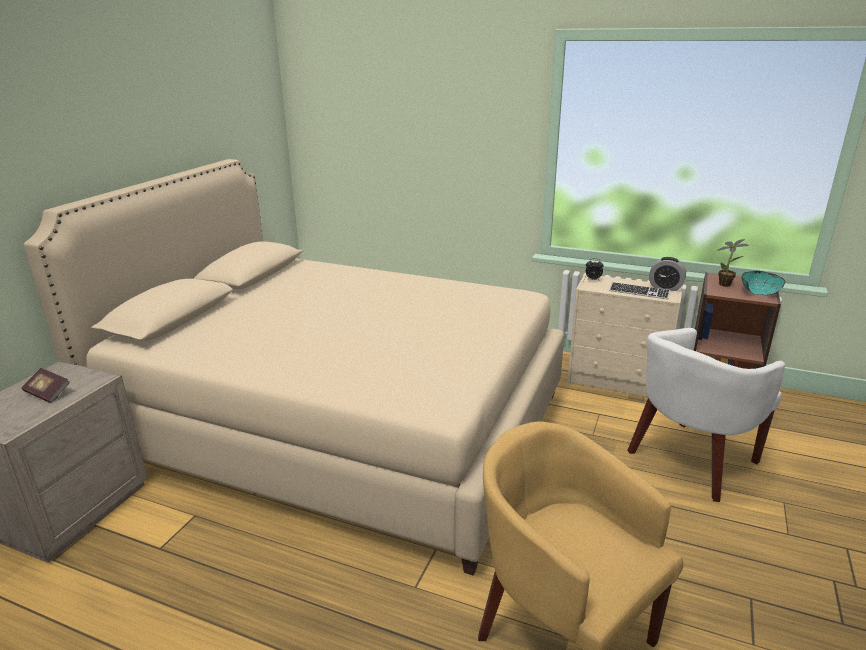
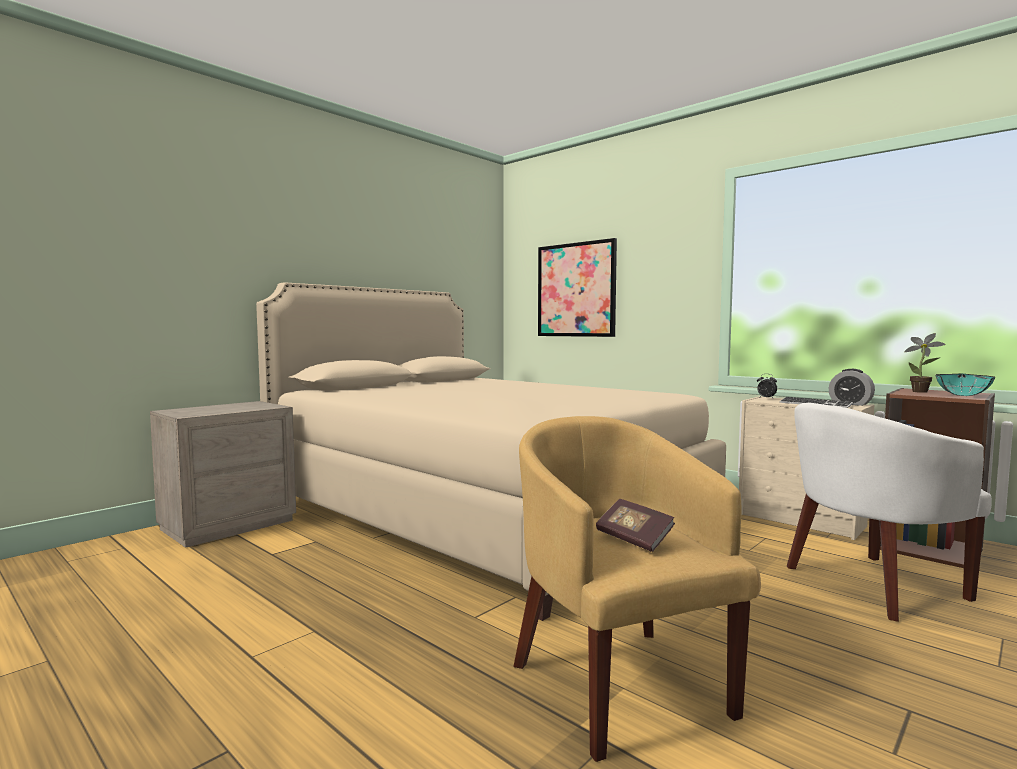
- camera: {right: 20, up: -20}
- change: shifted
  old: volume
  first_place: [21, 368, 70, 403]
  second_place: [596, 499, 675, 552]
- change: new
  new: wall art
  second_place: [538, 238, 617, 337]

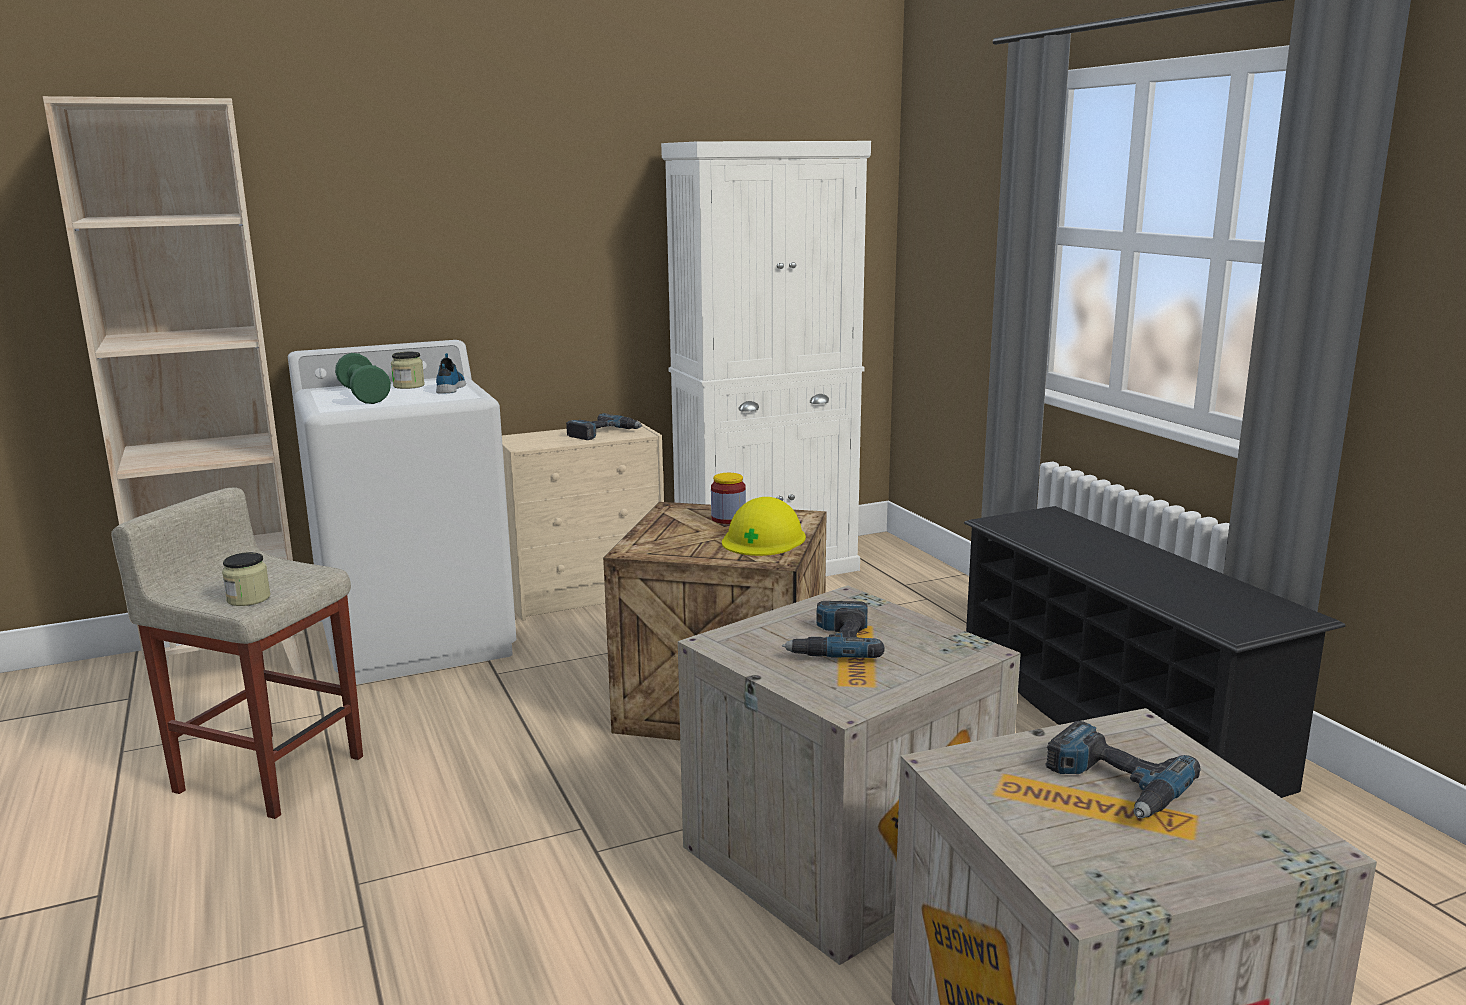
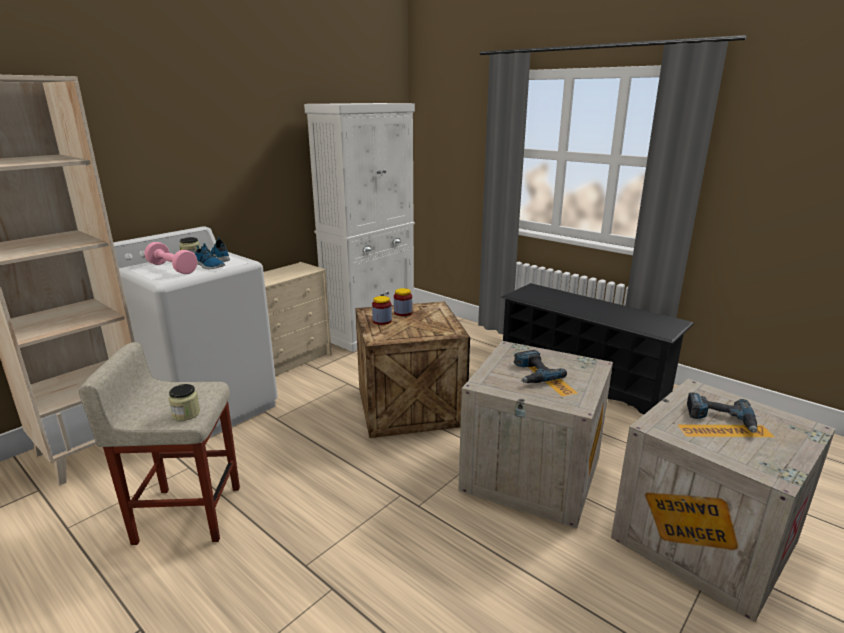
- camera: {right: -25, up: 5}
- change: repainted
  old: greenish hand weight
  new: pink hand weight
  first_place: [335, 353, 391, 404]
  second_place: [145, 242, 198, 274]
- change: gone
  old: power drill
  first_place: [566, 413, 642, 440]
- change: gone
  old: yellowish work helmet
  first_place: [722, 497, 806, 556]
- change: new
  new: shoe
  second_place: [195, 243, 225, 269]
- change: new
  new: jar
  second_place: [372, 296, 392, 325]

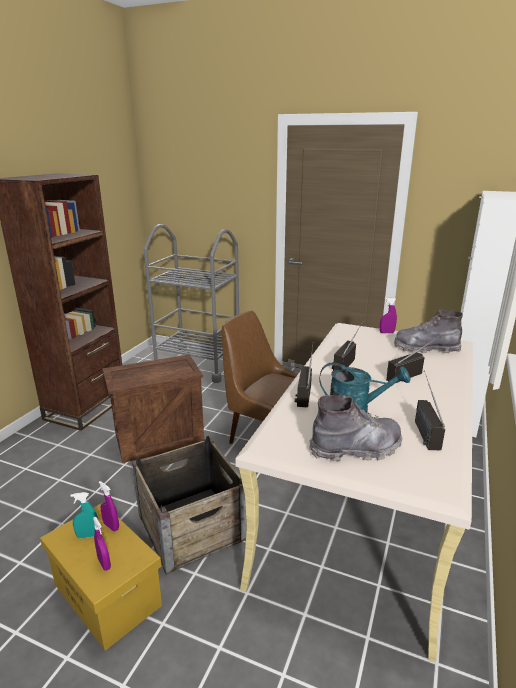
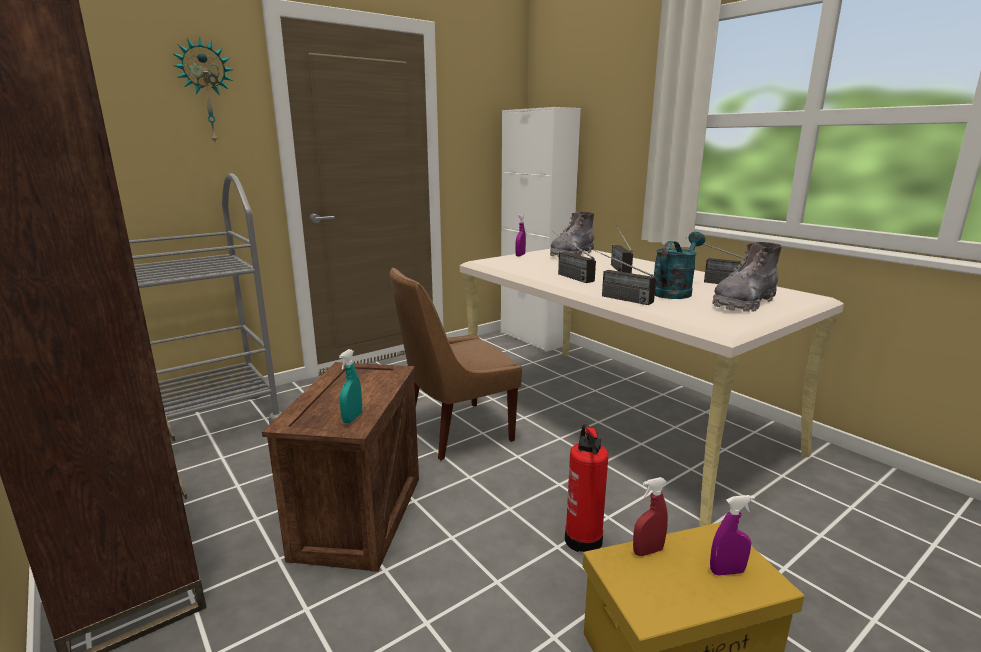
- camera: {right: -60, up: -5}
- change: shifted
  old: blue-green hand sprayer
  first_place: [71, 492, 98, 539]
  second_place: [339, 349, 362, 423]
- change: repainted
  old: purplish hand sprayer
  new: red-coloured hand sprayer
  first_place: [99, 481, 119, 531]
  second_place: [633, 477, 668, 556]
- change: swapped
  old: packing crate
  new: fire extinguisher
  first_place: [132, 436, 247, 575]
  second_place: [565, 424, 608, 552]
- change: rotated
  old: gray tall boot
  first_place: [309, 395, 402, 461]
  second_place: [712, 242, 782, 312]
  degrees: -150
- change: new
  new: wall clock
  second_place: [173, 36, 233, 145]

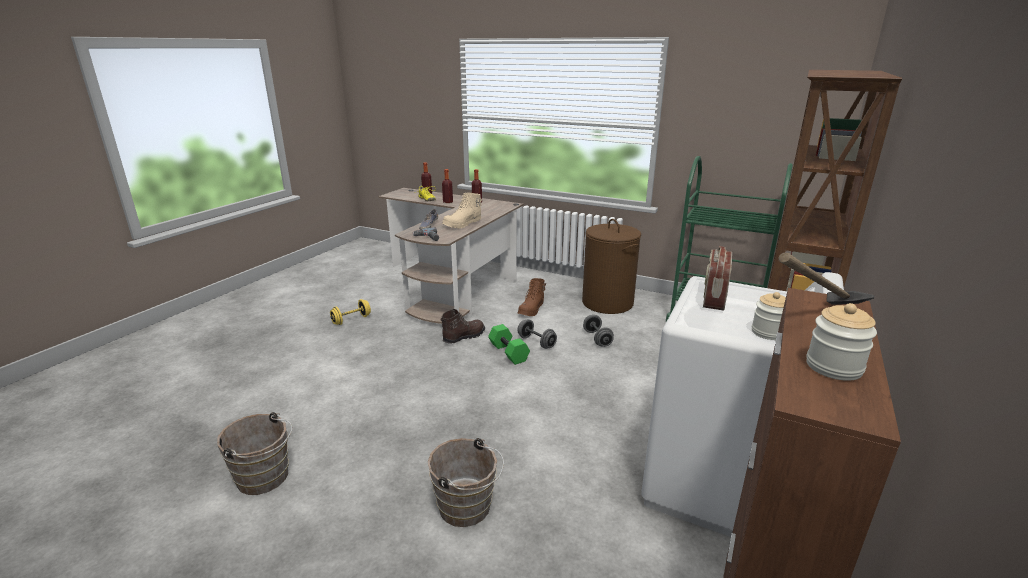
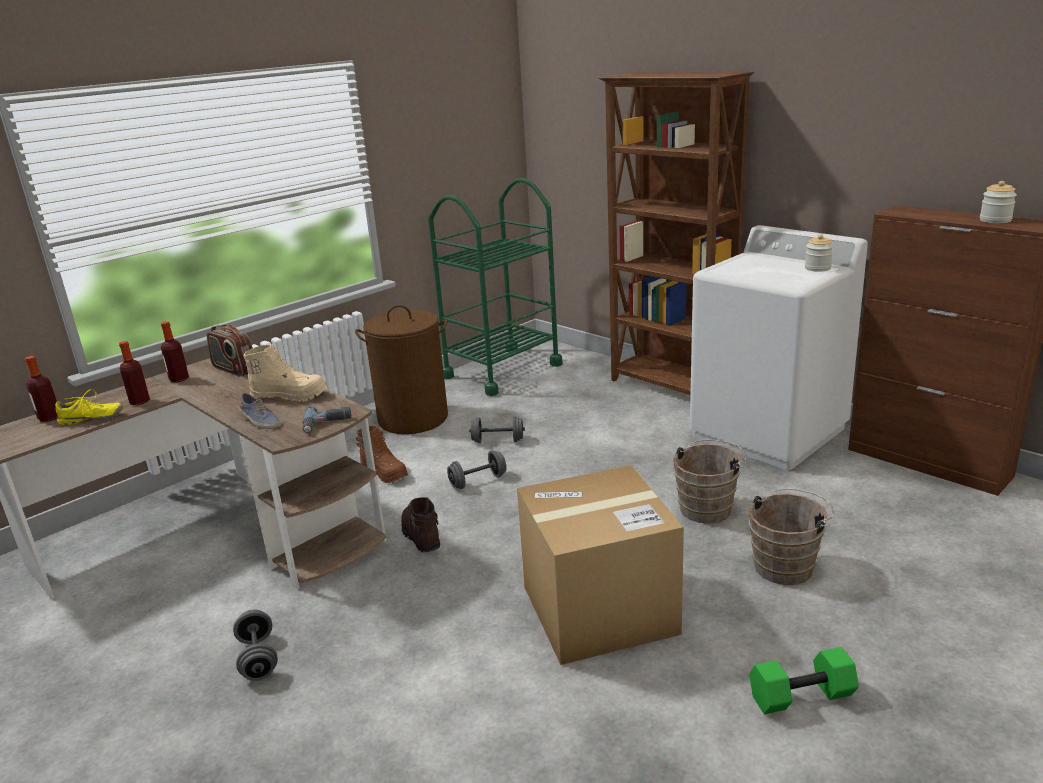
- camera: {right: -70, up: 0}
- change: shifted
  old: brownish bucket
  first_place: [217, 412, 293, 495]
  second_place: [673, 440, 746, 524]
- change: repainted
  old: yellowish hand weight
  new: gray hand weight
  first_place: [330, 299, 371, 325]
  second_place: [233, 609, 278, 681]
- change: rotated
  old: sand-coloured tall boot
  first_place: [442, 193, 482, 229]
  second_place: [244, 344, 327, 402]
  degrees: -60
- change: shifted
  old: greenish hand weight
  first_place: [488, 324, 530, 365]
  second_place: [749, 647, 859, 714]
- change: shifted
  old: radio receiver
  first_place: [703, 246, 732, 310]
  second_place: [207, 324, 253, 377]
- change: gone
  old: hammer
  first_place: [778, 253, 874, 305]
- change: new
  new: packing box
  second_place: [517, 465, 684, 665]

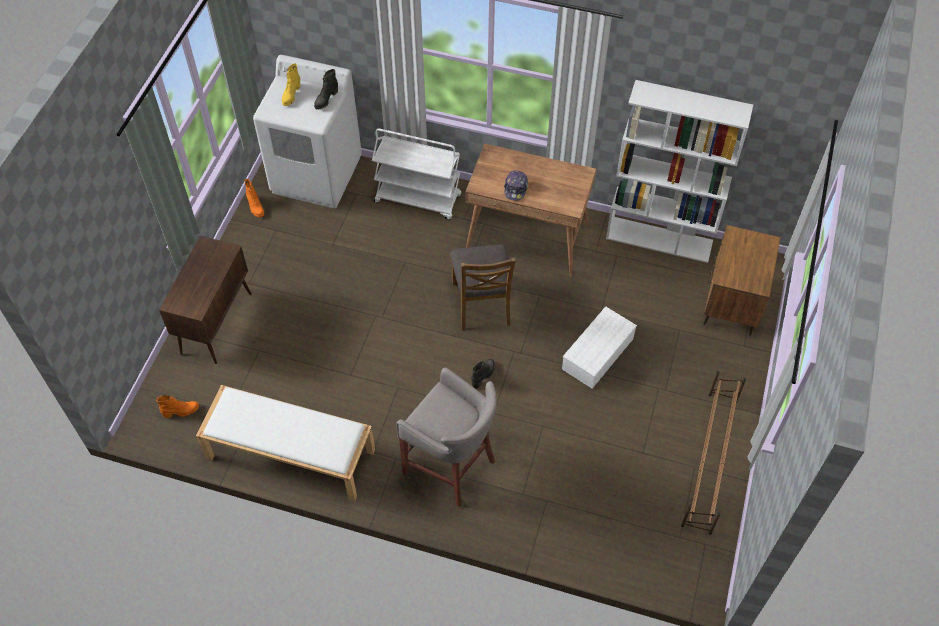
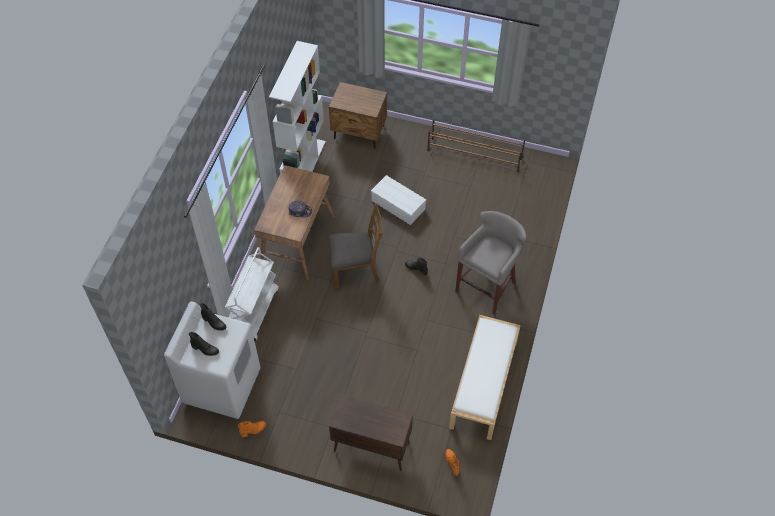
- camera: {right: -90, up: 0}
- change: repainted
  old: yellowish tall boot
  new: black-coloured tall boot
  first_place: [282, 63, 300, 106]
  second_place: [189, 332, 219, 356]

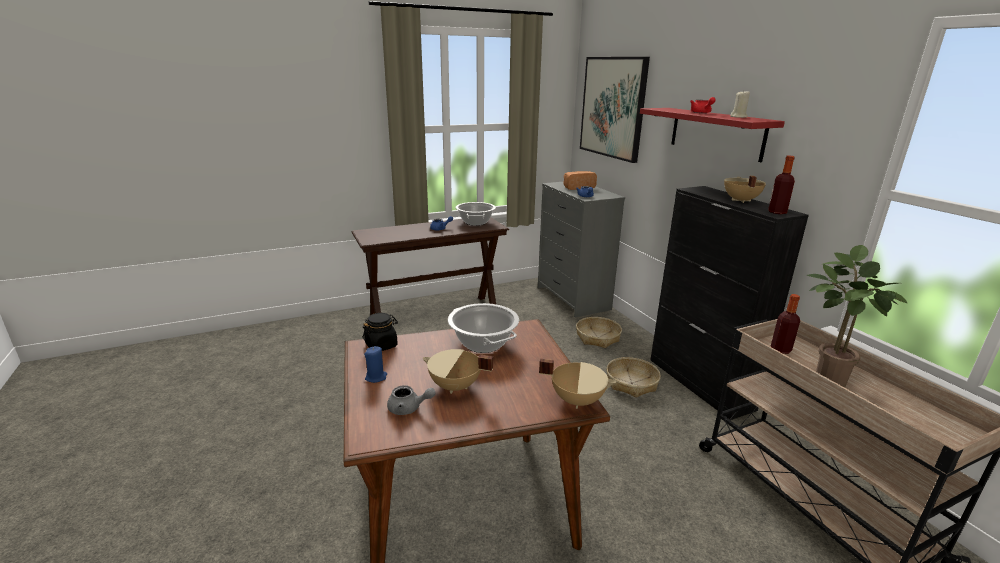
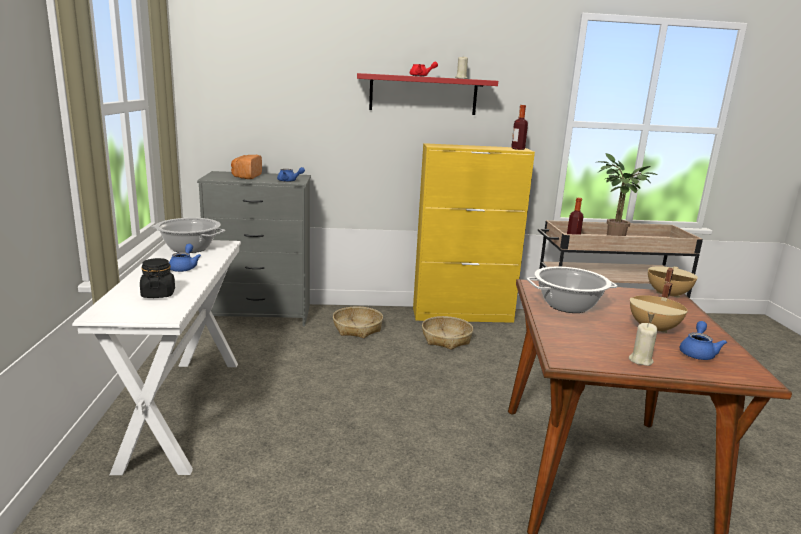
- camera: {right: -70, up: -5}
- change: repainted
  old: brownish console table
  new: white-coloured console table
  first_place: [352, 217, 509, 315]
  second_place: [72, 240, 241, 475]
- change: shifted
  old: black-coloured jar
  first_place: [363, 313, 398, 351]
  second_place: [140, 258, 175, 298]
- change: repainted
  old: bluish wax candle
  new: sand-coloured wax candle
  first_place: [364, 346, 387, 383]
  second_place: [629, 323, 658, 366]
- change: repainted
  old: gray teapot
  new: bluish teapot
  first_place: [387, 385, 436, 415]
  second_place: [680, 321, 727, 360]
- change: gone
  old: wall art
  first_place: [580, 57, 650, 163]
- change: repainted
  old: black-coloured cabinet
  new: yellowish cabinet
  first_place: [650, 186, 809, 420]
  second_place: [413, 143, 535, 323]
- change: gone
  old: sand-coloured saucepot
  first_place: [724, 176, 766, 203]

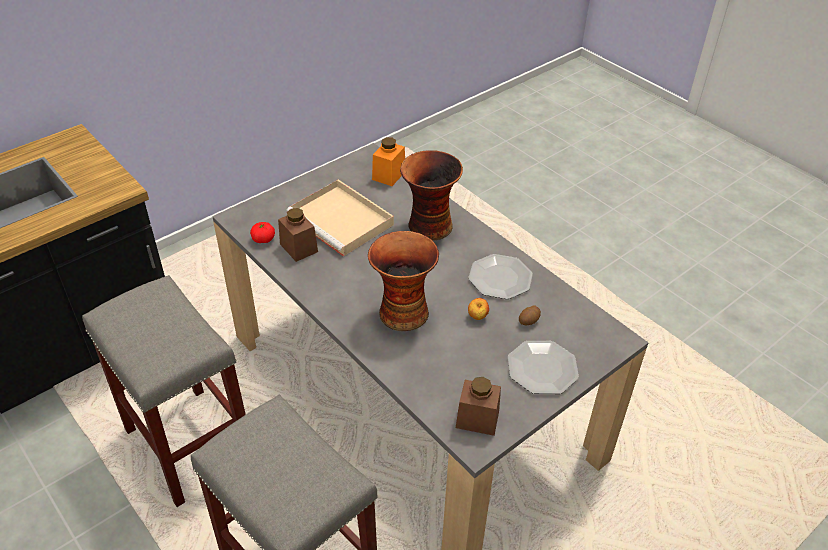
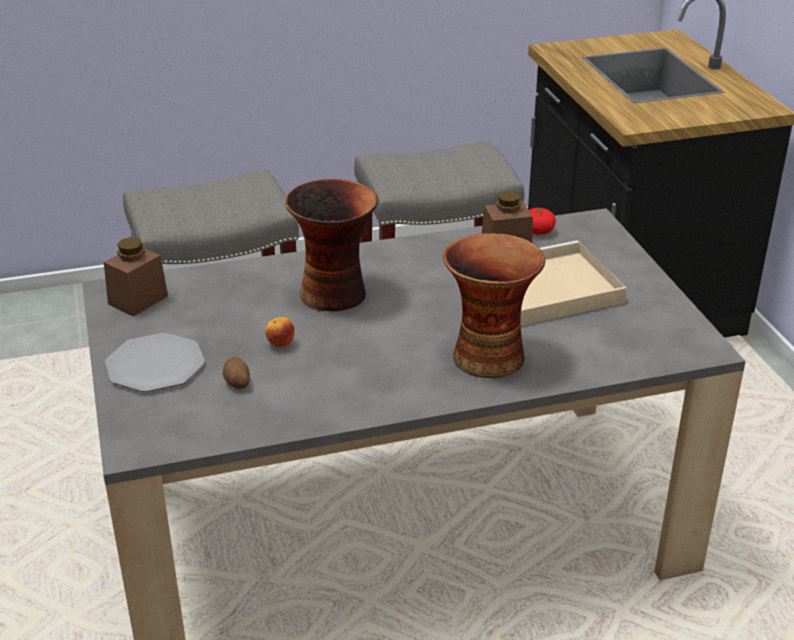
- camera: {right: 115, up: -10}
- change: gone
  old: orange-coloured jar
  first_place: [372, 137, 405, 186]
- change: gone
  old: dinner plate
  first_place: [468, 254, 533, 299]

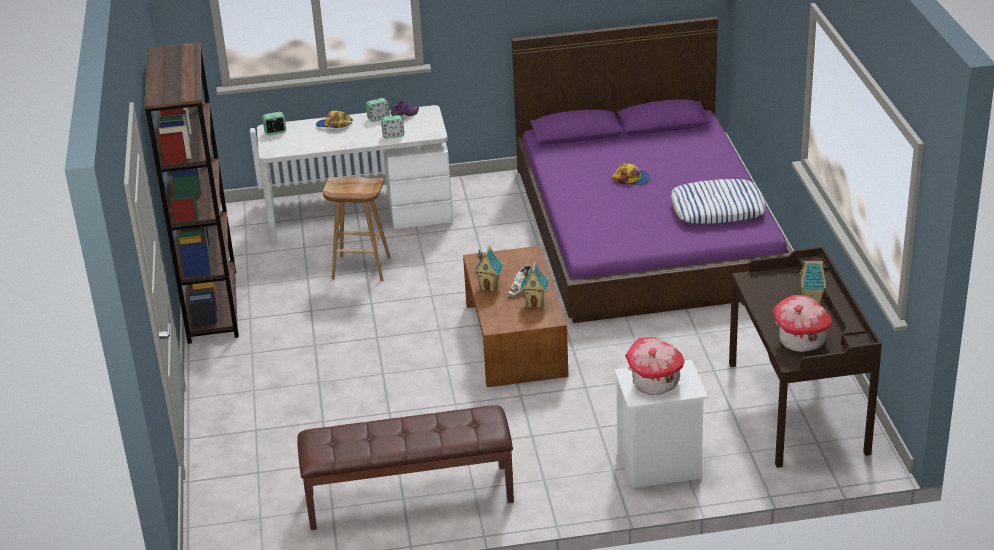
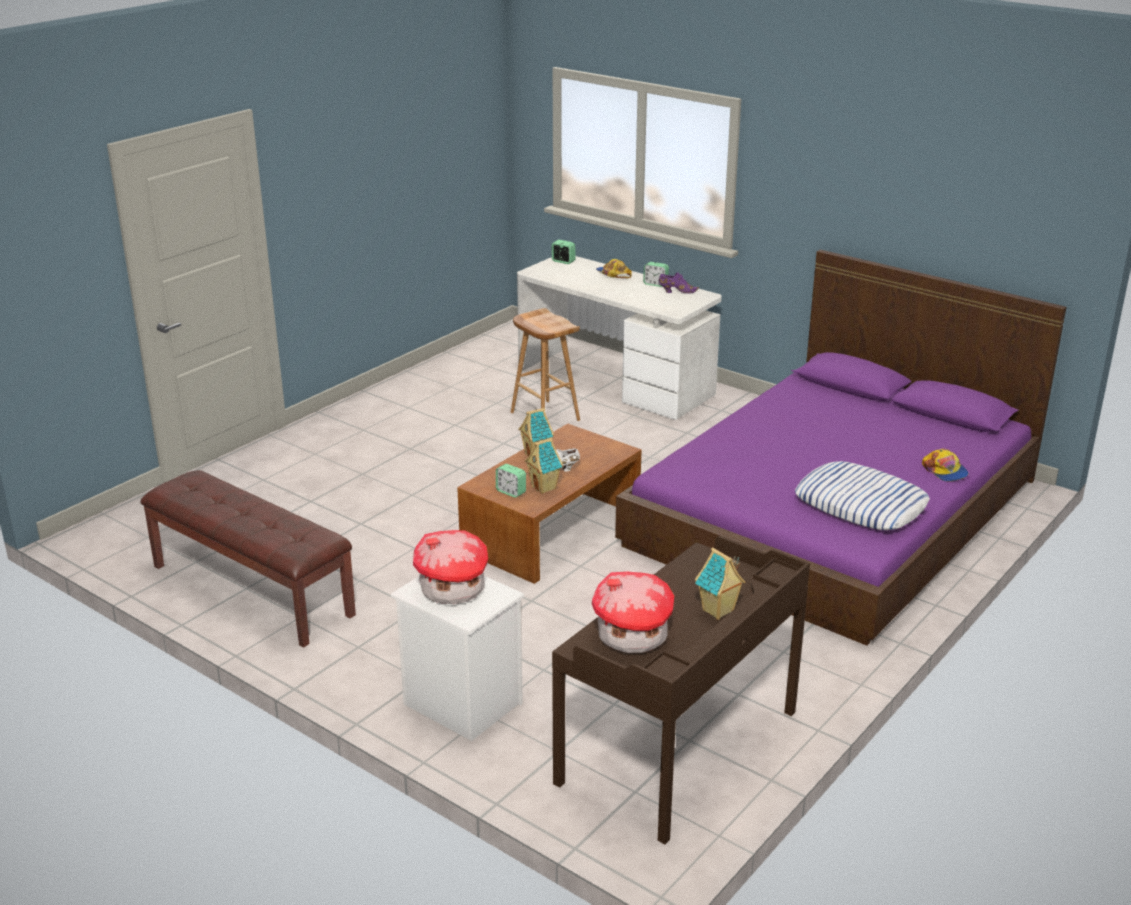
- camera: {right: 45, up: -5}
- change: gone
  old: brownish shelving unit
  first_place: [144, 42, 239, 344]
- change: shifted
  old: alarm clock
  first_place: [381, 115, 404, 139]
  second_place: [496, 464, 526, 498]
- change: shifted
  old: baseball cap
  first_place: [612, 163, 650, 186]
  second_place: [922, 448, 969, 482]

